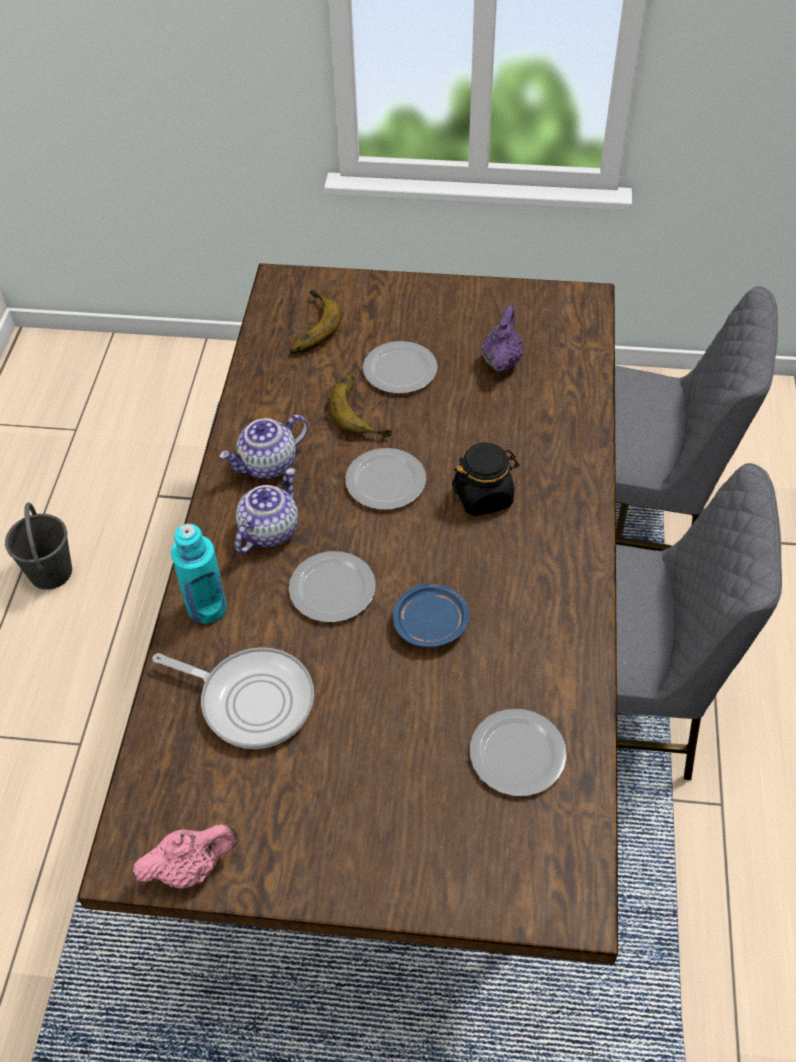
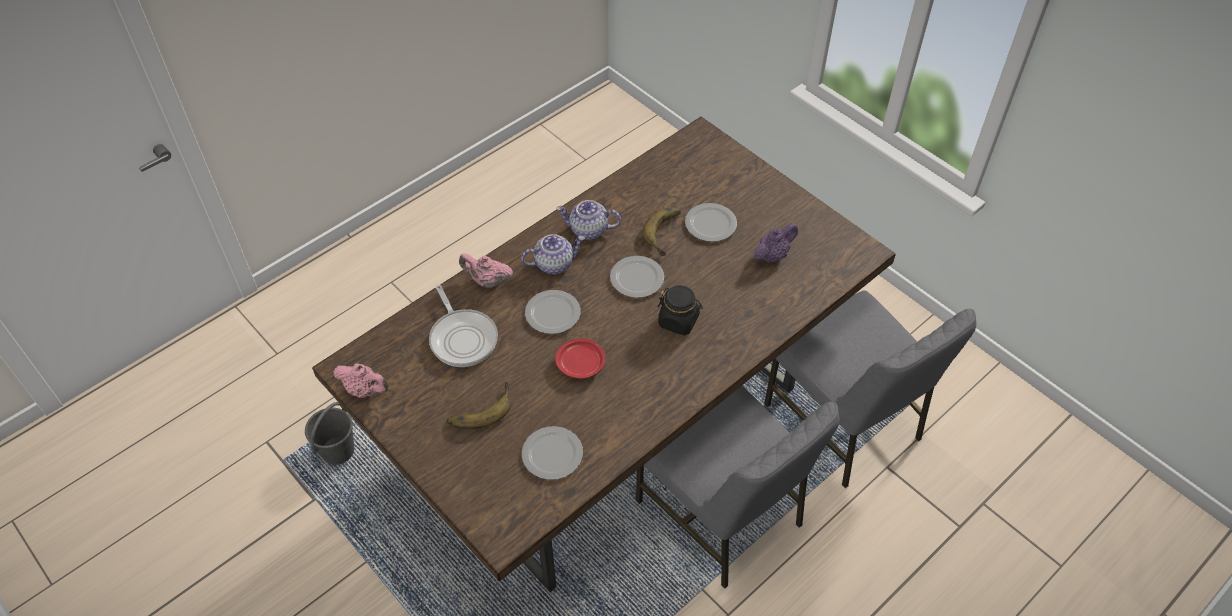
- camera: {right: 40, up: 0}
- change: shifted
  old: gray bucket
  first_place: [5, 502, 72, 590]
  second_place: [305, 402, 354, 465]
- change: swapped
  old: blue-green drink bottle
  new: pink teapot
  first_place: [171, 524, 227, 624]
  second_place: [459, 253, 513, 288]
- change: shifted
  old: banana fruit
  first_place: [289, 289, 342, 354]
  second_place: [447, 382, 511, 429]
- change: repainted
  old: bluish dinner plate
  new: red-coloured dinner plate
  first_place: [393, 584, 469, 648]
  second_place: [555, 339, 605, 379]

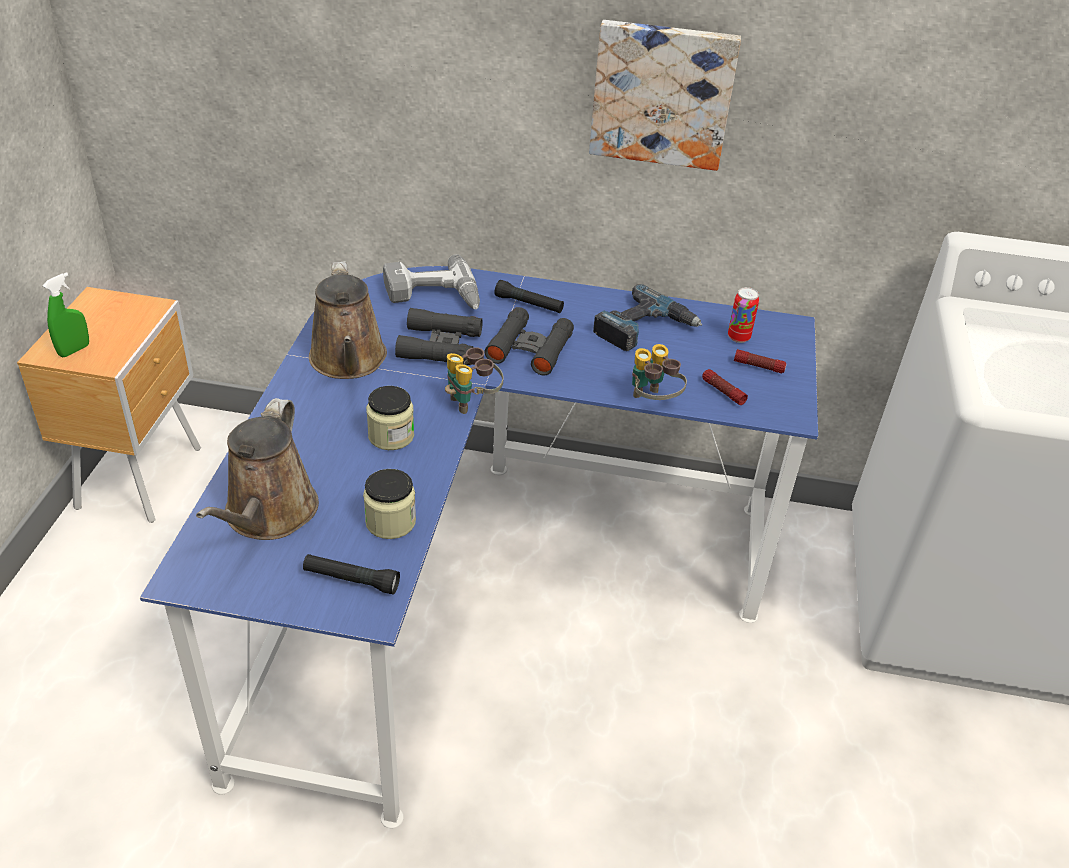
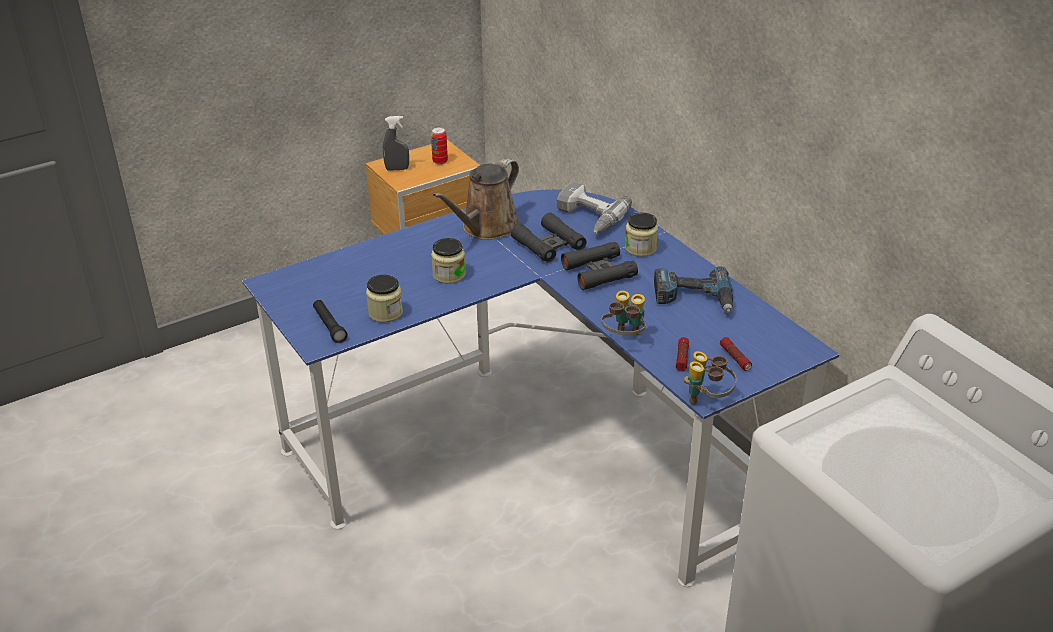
- camera: {right: 50, up: -5}
- change: repainted
  old: greenish hand sprayer
  new: gray hand sprayer
  first_place: [43, 272, 89, 357]
  second_place: [383, 116, 409, 171]
- change: gone
  old: brownish watering pot
  first_place: [196, 398, 319, 540]
- change: shifted
  old: pair of binoculars
  first_place: [445, 347, 503, 414]
  second_place: [684, 351, 736, 405]
- change: swapped
  old: black-coloured flashlight
  new: jar
  first_place: [494, 280, 564, 313]
  second_place: [625, 212, 658, 257]
- change: gone
  old: wall art
  first_place: [589, 20, 741, 171]
- change: shifted
  old: can
  first_place: [728, 287, 759, 343]
  second_place: [431, 127, 448, 165]

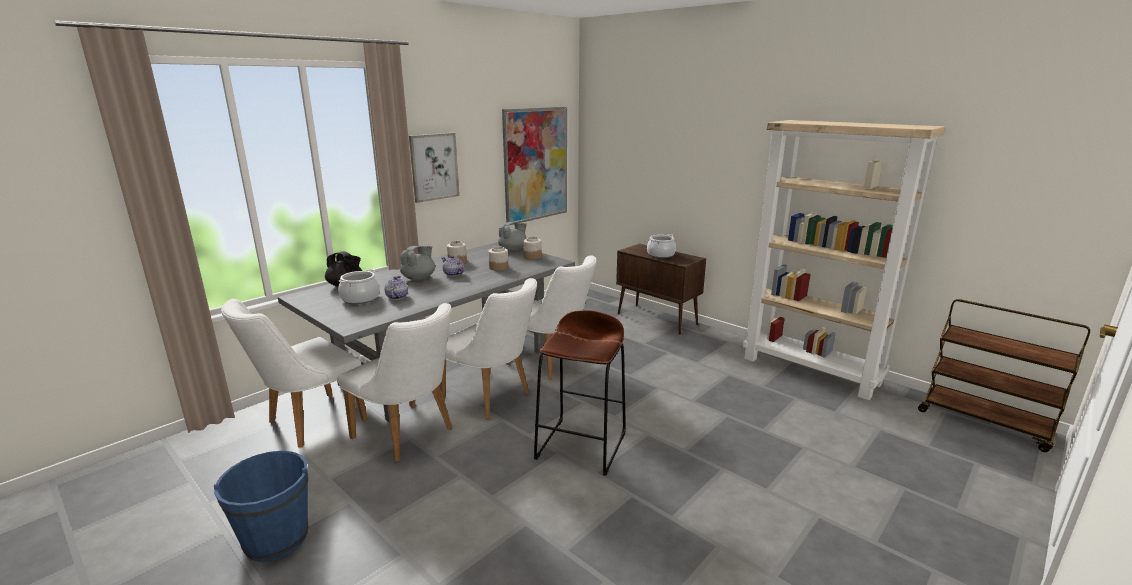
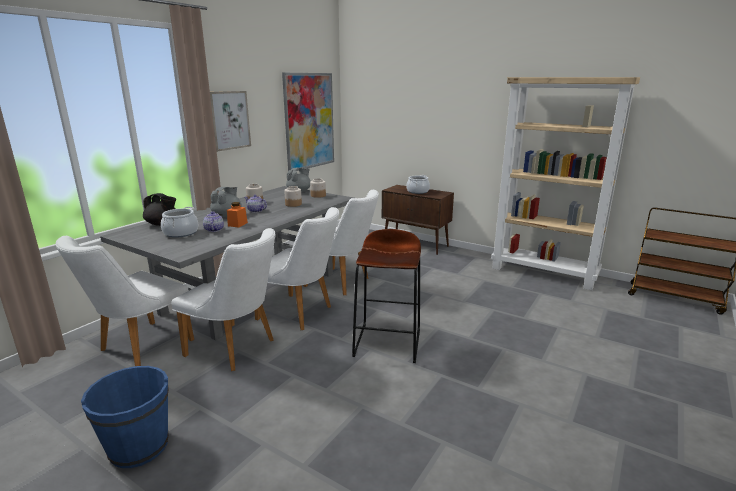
- camera: {right: -10, up: 0}
- change: new
  new: orange-coloured jar
  second_place: [227, 202, 248, 228]

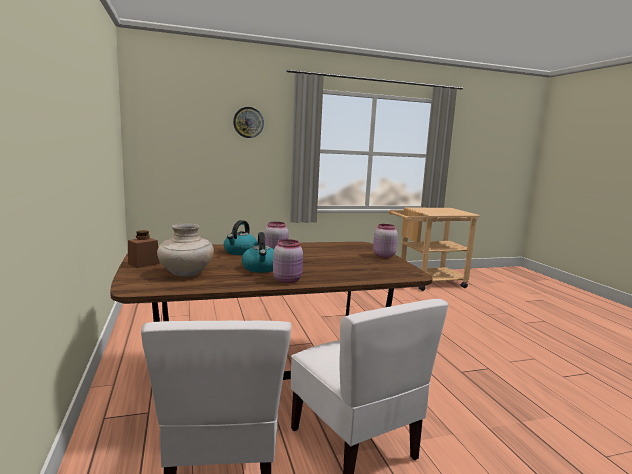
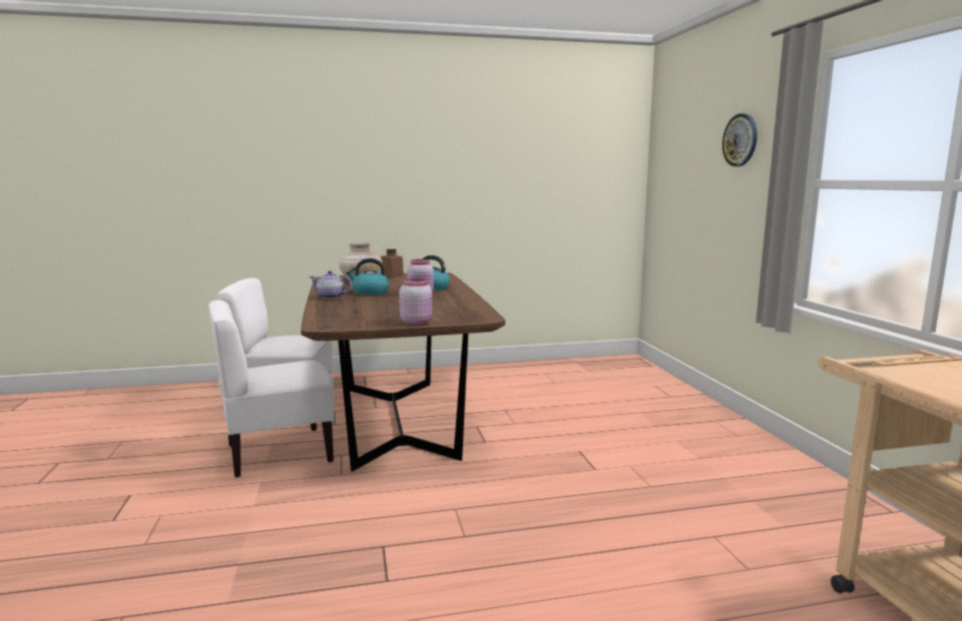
- camera: {right: 95, up: 0}
- change: swapped
  old: pink jar
  new: teapot
  first_place: [273, 239, 303, 283]
  second_place: [310, 271, 352, 299]

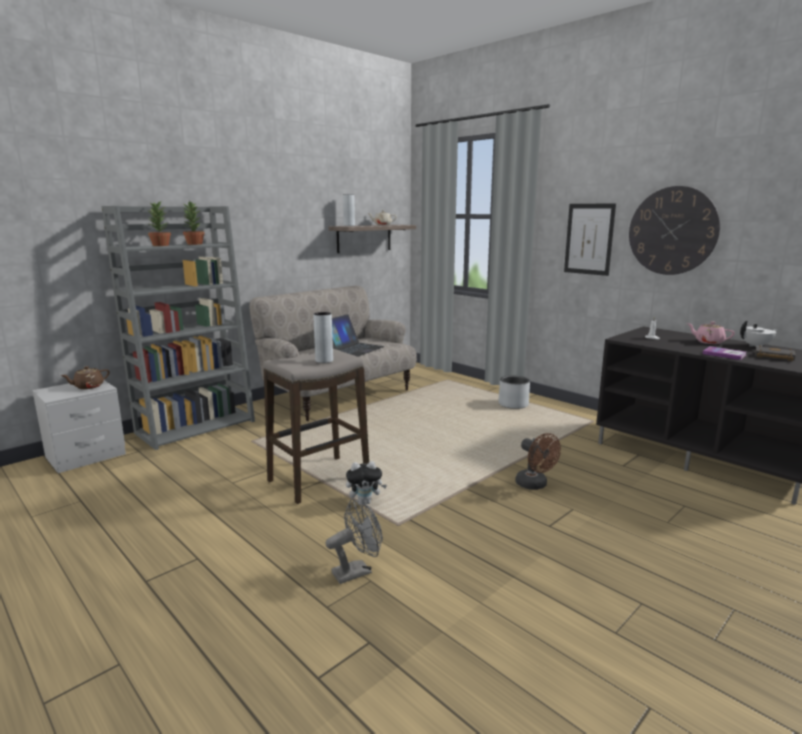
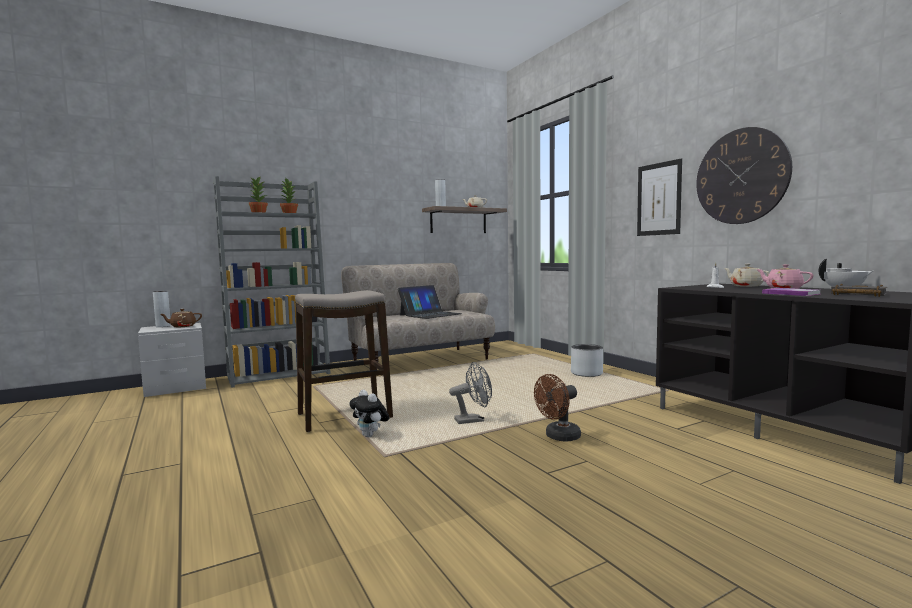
- camera: {right: 15, up: -10}
- change: shifted
  old: gray decorative vase
  first_place: [313, 312, 333, 363]
  second_place: [153, 291, 171, 327]
- change: shifted
  old: gray electric fan
  first_place: [326, 499, 383, 584]
  second_place: [449, 362, 492, 424]
- change: rotated
  old: cuddly toy
  first_place: [346, 461, 387, 504]
  second_place: [349, 390, 389, 437]
  degrees: 45
- change: rotated
  old: brownish electric fan
  first_place: [515, 433, 561, 490]
  second_place: [534, 374, 581, 442]
  degrees: 75
- change: new
  new: sand-coloured teapot
  second_place: [724, 264, 770, 287]

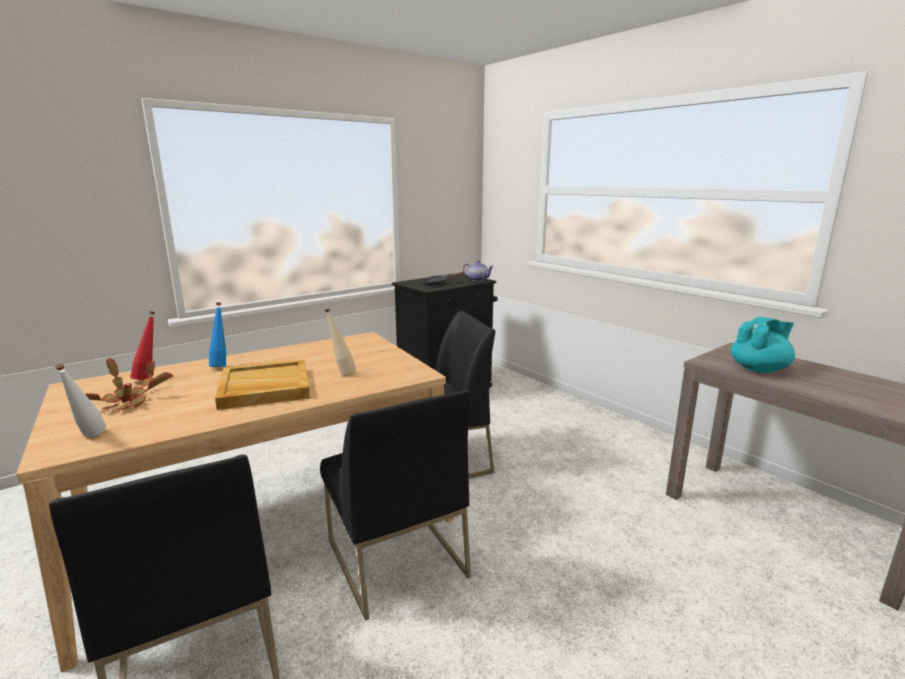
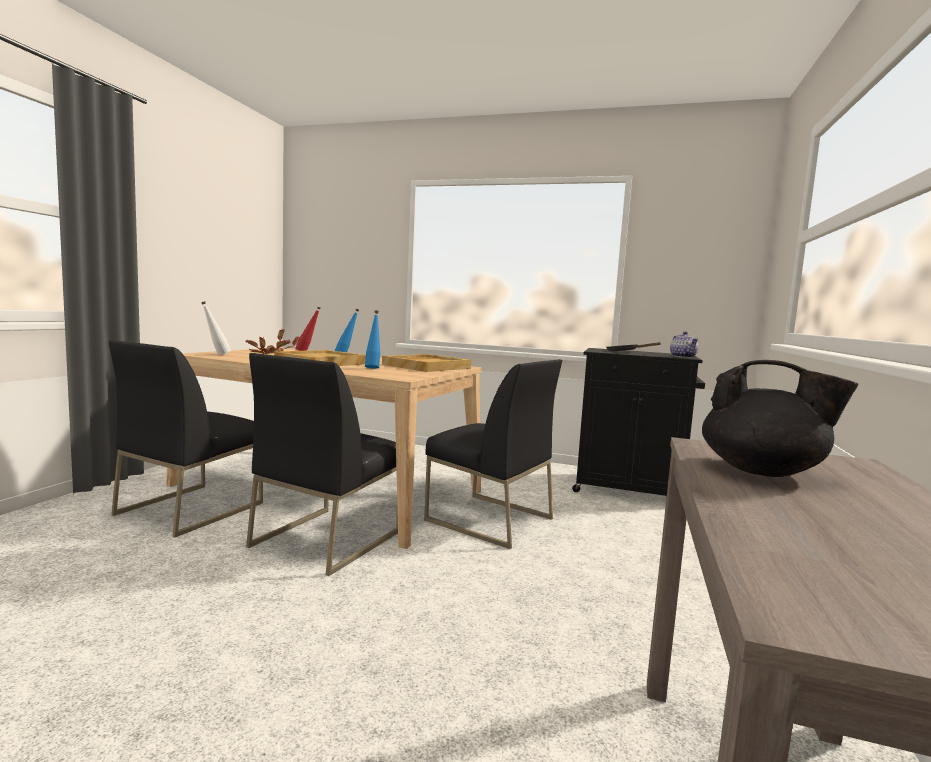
- camera: {right: 55, up: -10}
- change: repainted
  old: sand-coloured drink bottle
  new: bluish drink bottle
  first_place: [325, 309, 357, 375]
  second_place: [365, 310, 380, 369]
- change: repainted
  old: blue-green teapot
  new: black-coloured teapot
  first_place: [731, 317, 795, 373]
  second_place: [702, 360, 858, 477]
- change: new
  new: sand-coloured tray
  second_place: [382, 354, 471, 372]

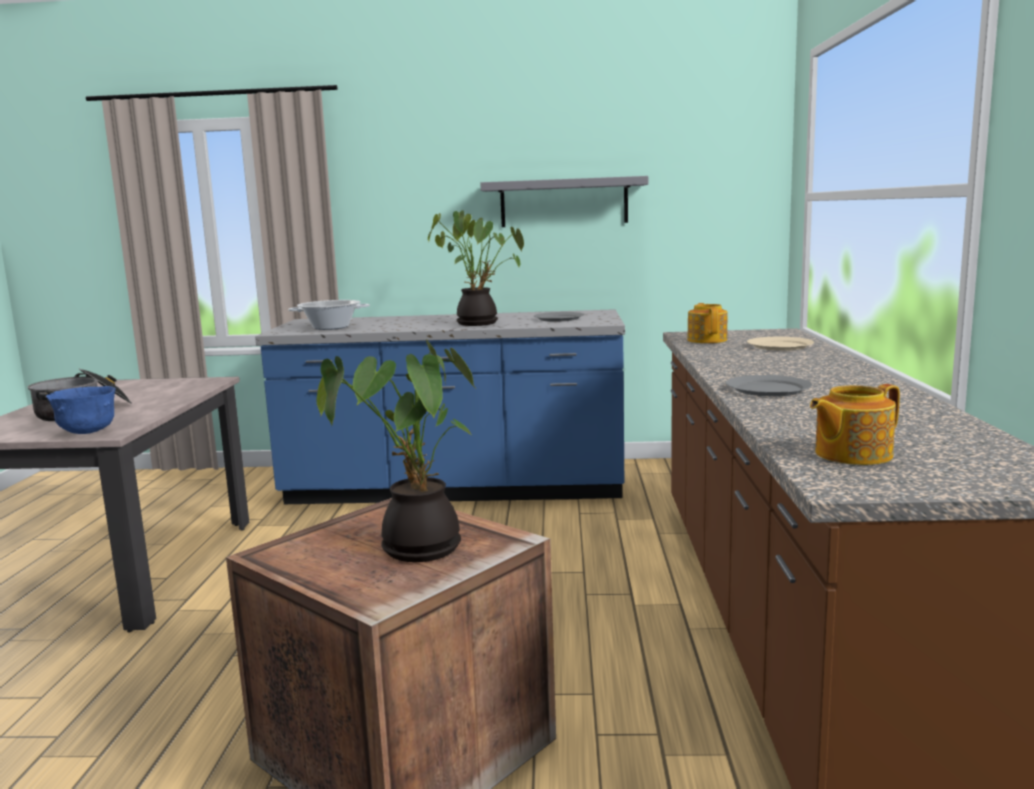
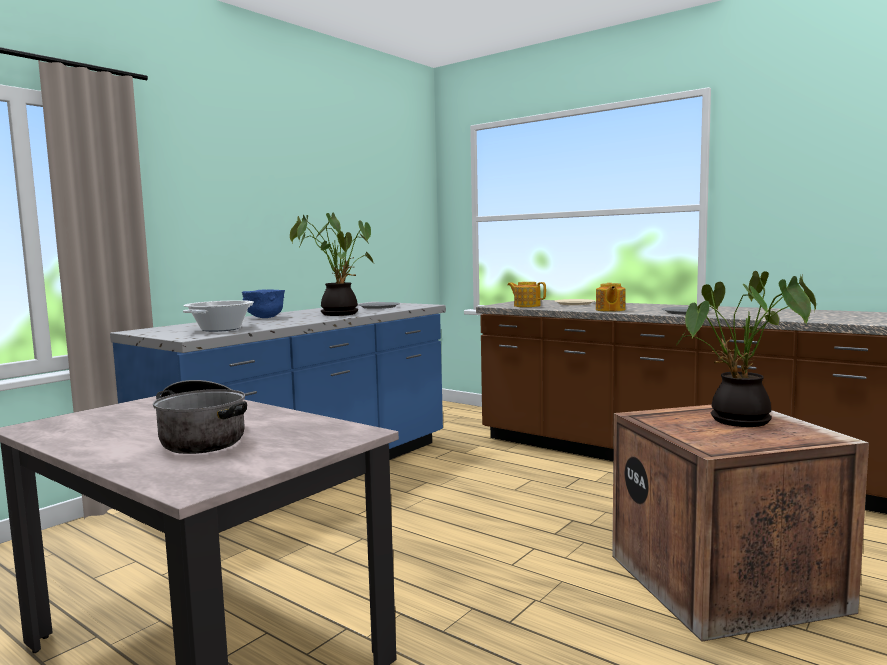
- camera: {right: -55, up: -5}
- change: shifted
  old: bluish deep dish
  first_place: [46, 386, 116, 434]
  second_place: [242, 289, 285, 318]
- change: gone
  old: gray shelf
  first_place: [480, 176, 648, 227]
- change: shifted
  old: teapot
  first_place: [810, 384, 900, 465]
  second_place: [596, 283, 626, 312]

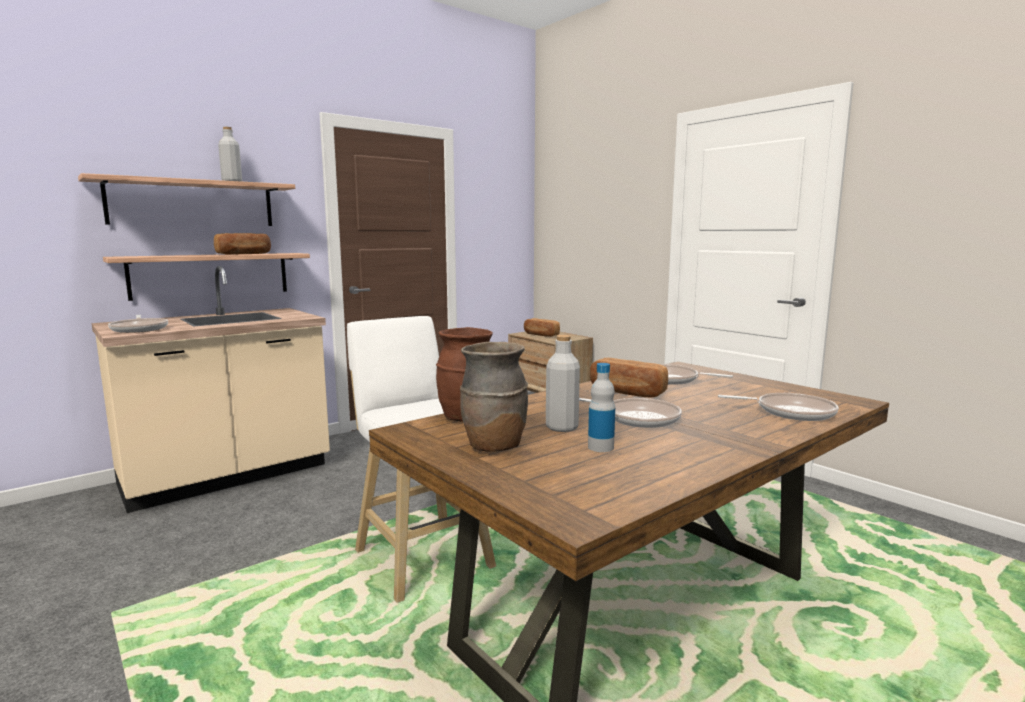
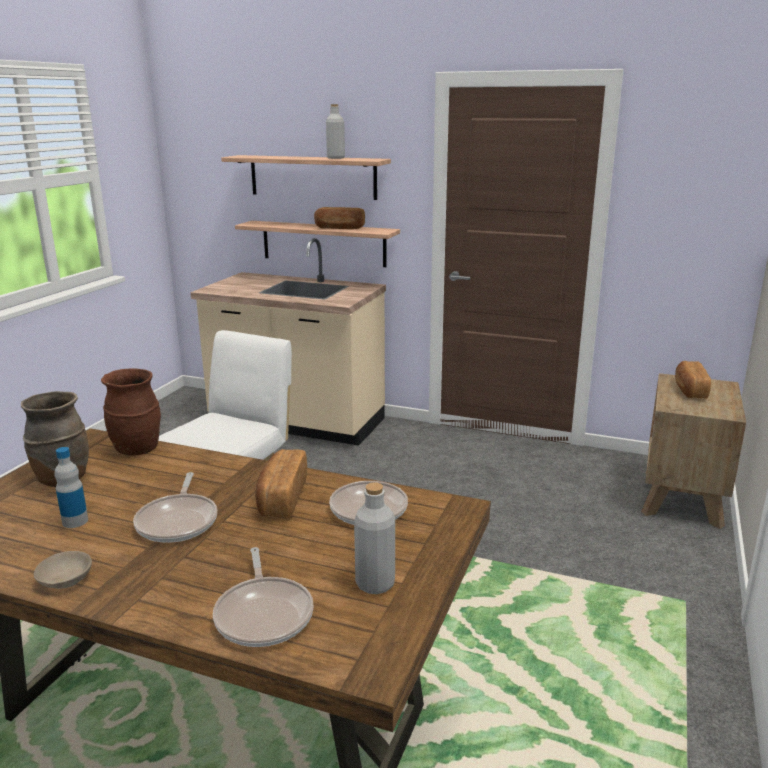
- camera: {right: 60, up: 10}
- change: gone
  old: pan
  first_place: [108, 315, 168, 333]
- change: shifted
  old: gray drink bottle
  first_place: [546, 335, 580, 432]
  second_place: [354, 482, 395, 594]
- change: new
  new: sand-coloured deep dish
  second_place: [34, 551, 92, 589]

